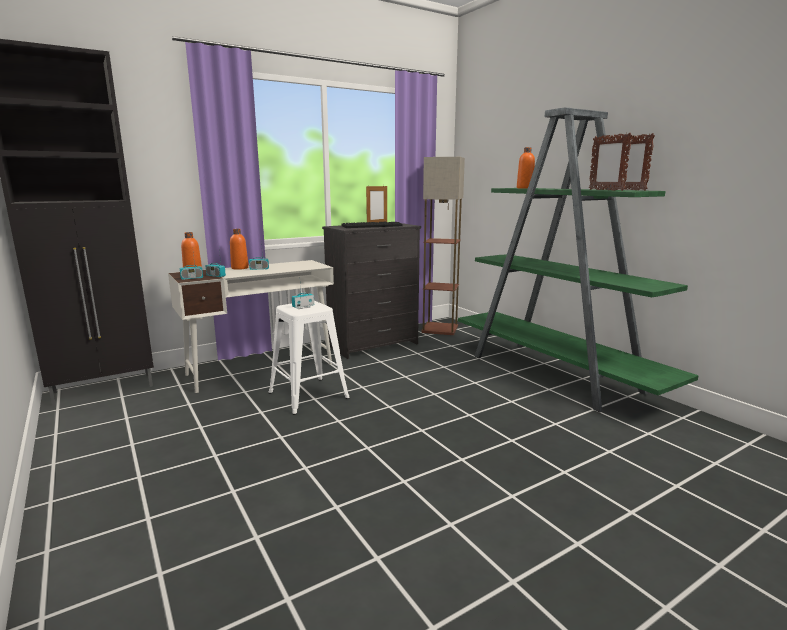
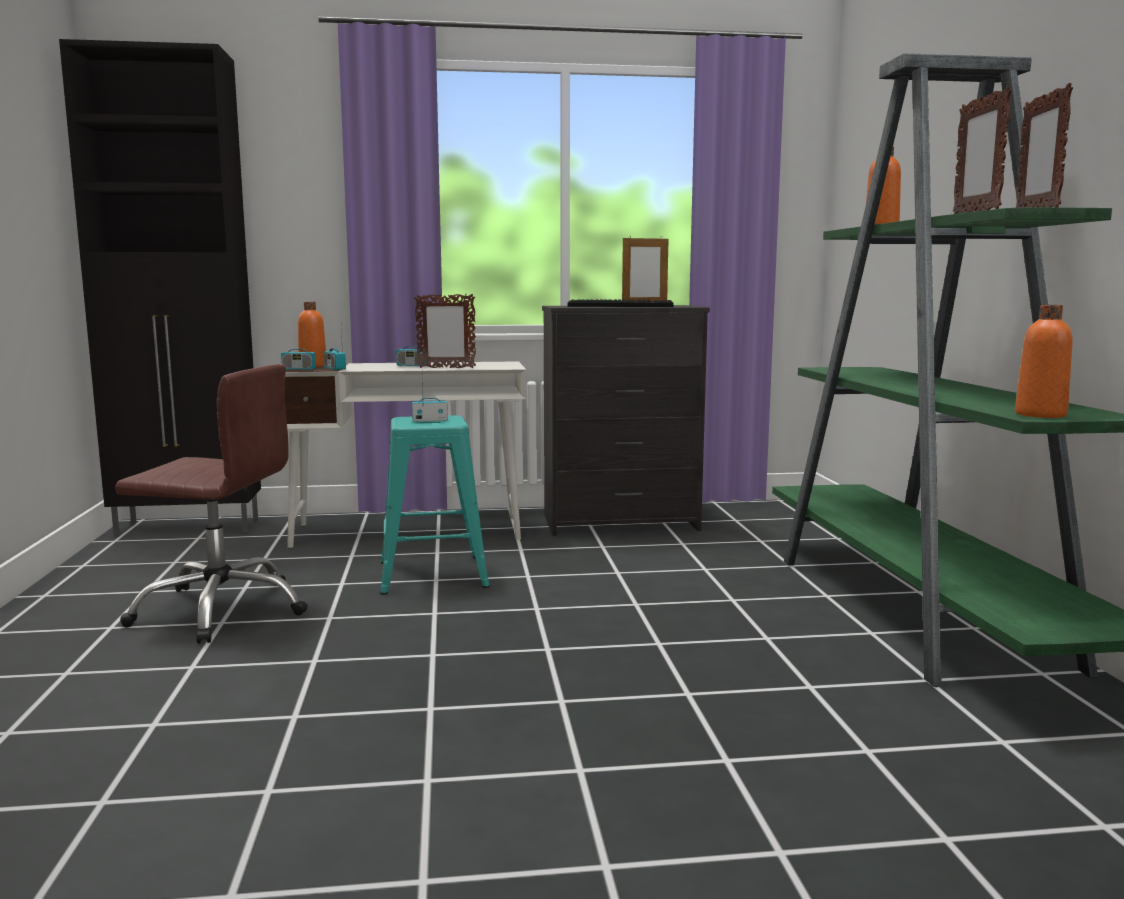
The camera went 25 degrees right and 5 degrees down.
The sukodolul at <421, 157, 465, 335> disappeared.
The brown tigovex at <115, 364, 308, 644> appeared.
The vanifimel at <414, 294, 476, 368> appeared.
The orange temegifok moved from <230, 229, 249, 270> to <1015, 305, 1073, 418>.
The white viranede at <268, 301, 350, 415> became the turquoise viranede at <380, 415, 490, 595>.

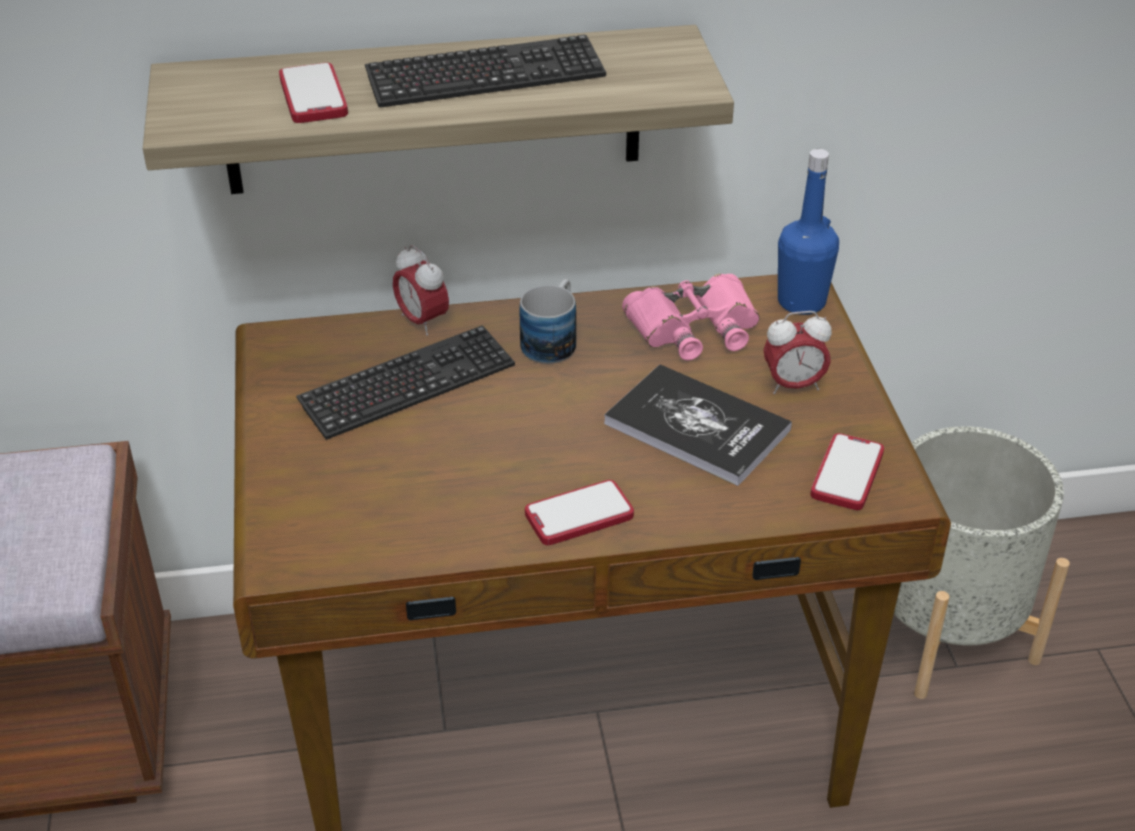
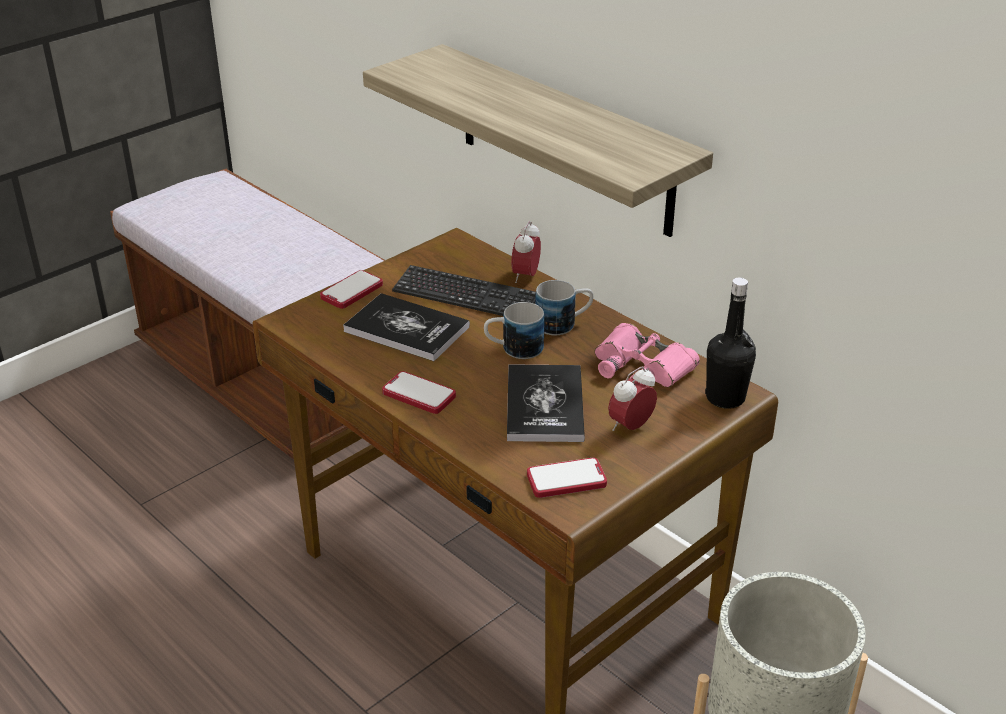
The camera went 55 degrees right and 5 degrees down.
The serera at <365, 35, 606, 107> disappeared.
The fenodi at <343, 293, 470, 361> appeared.
The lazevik at <484, 302, 544, 359> appeared.
The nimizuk moved from <279, 63, 348, 123> to <320, 270, 383, 309>.
The blue temegifok at <778, 149, 839, 315> became the black temegifok at <705, 277, 756, 409>.
The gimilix at <764, 311, 832, 394> turned 90 degrees clockwise.

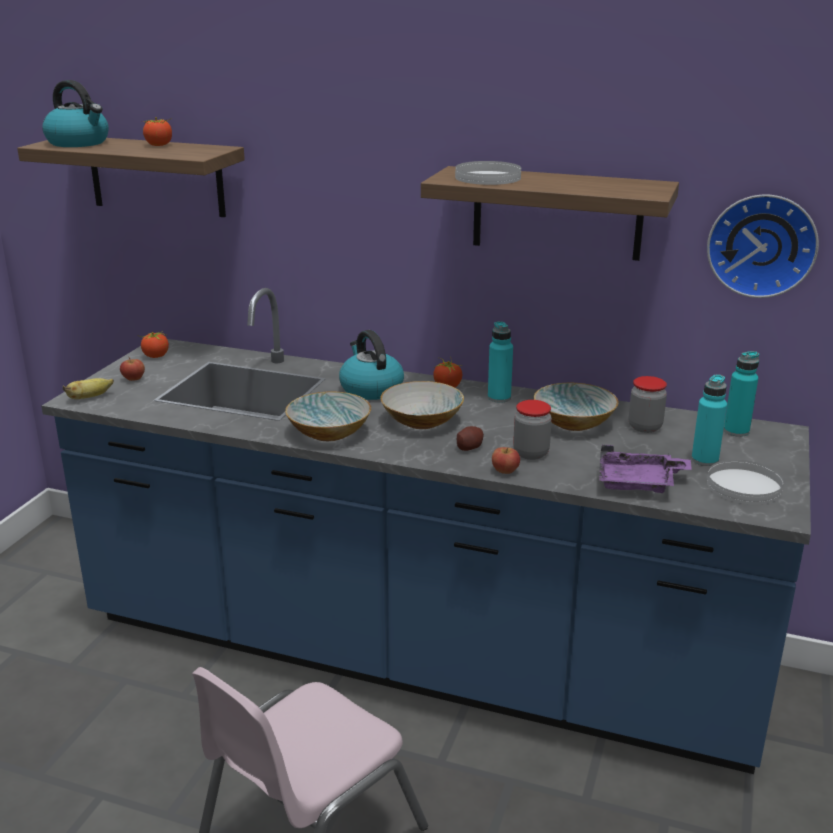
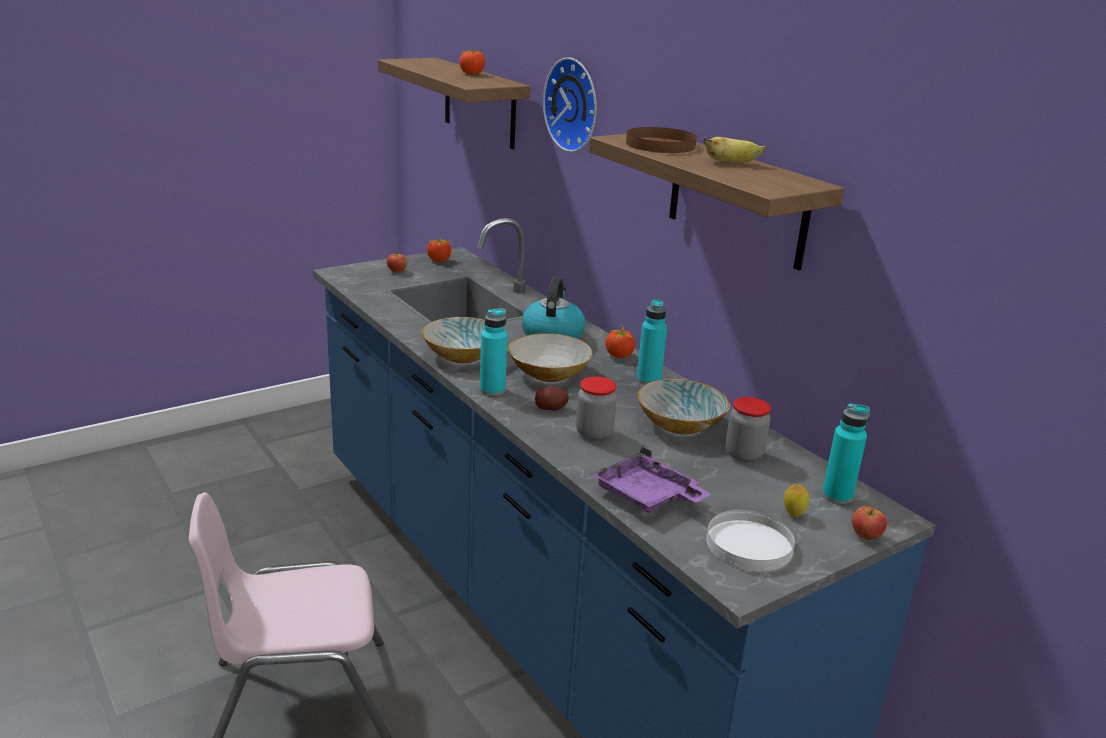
The camera went 35 degrees right and 0 degrees up.
The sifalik at <42, 80, 109, 147> disappeared.
The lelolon at <784, 484, 809, 517> appeared.
The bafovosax moved from <63, 378, 114, 399> to <703, 136, 766, 163>.
The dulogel moved from <492, 447, 520, 474> to <852, 506, 887, 540>.
The turquoise temegifok moved from <691, 375, 727, 466> to <480, 308, 507, 396>.
The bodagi moved from <707, 194, 819, 298> to <543, 57, 597, 152>.
The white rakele at <455, 161, 521, 185> became the brown rakele at <626, 127, 697, 153>.

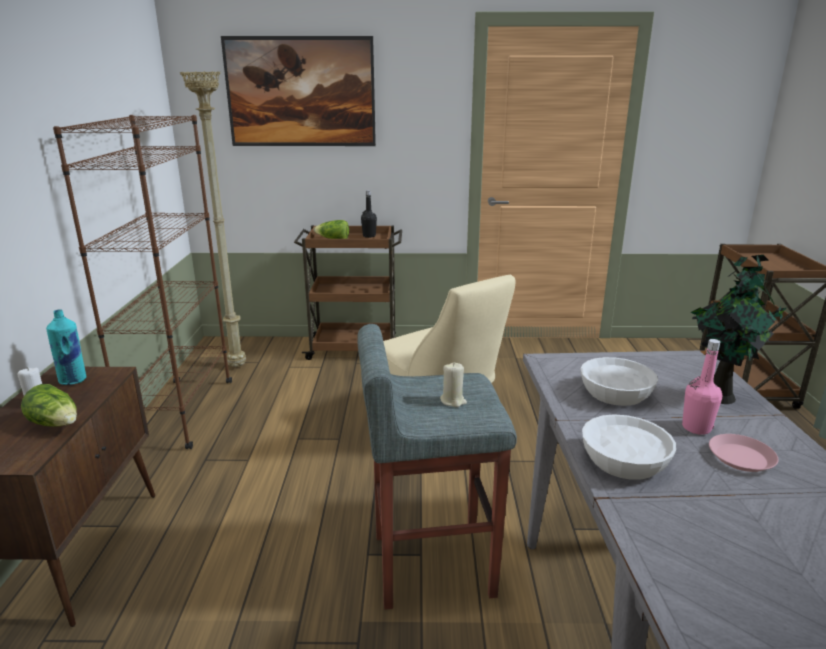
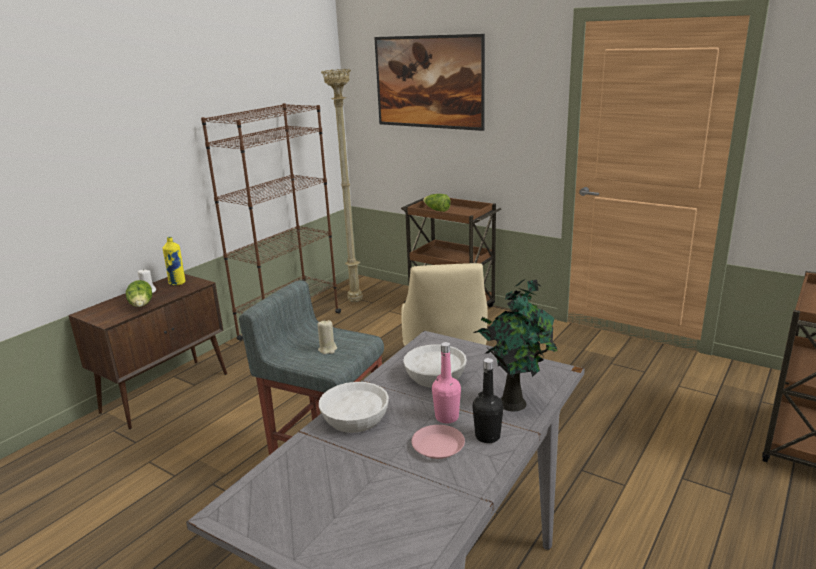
The camera went 35 degrees right and 0 degrees up.
The black temegifok moved from <361, 190, 377, 238> to <473, 358, 504, 443>.
The turquoise temegifok at <46, 310, 86, 385> became the yellow temegifok at <162, 237, 186, 285>.

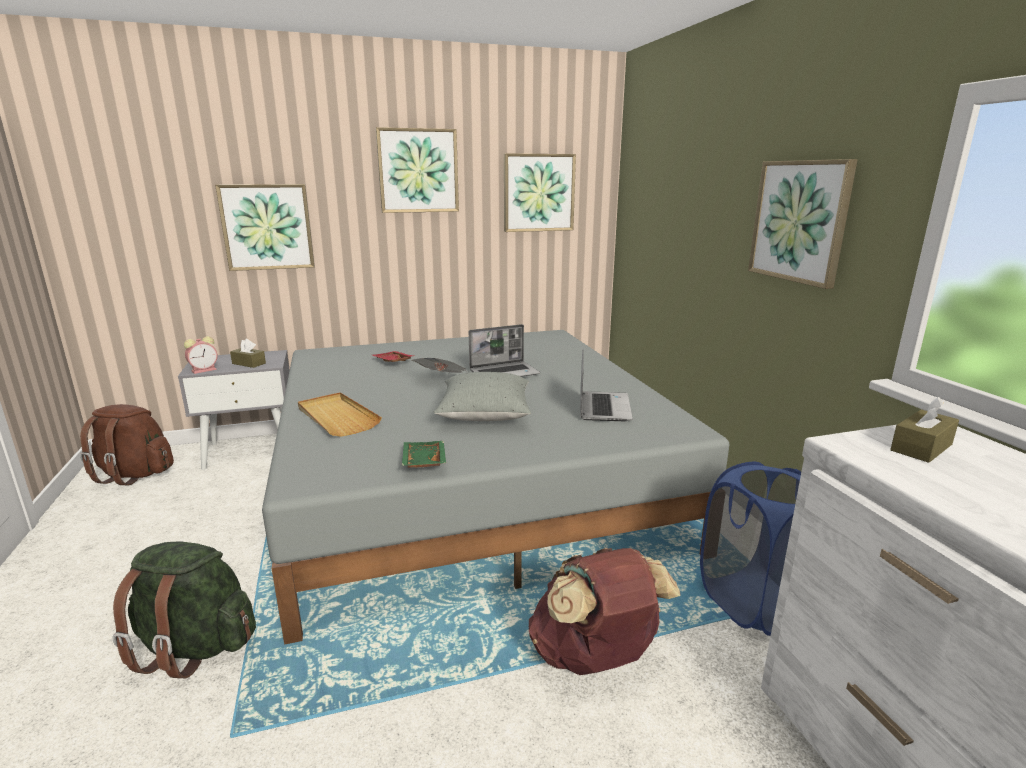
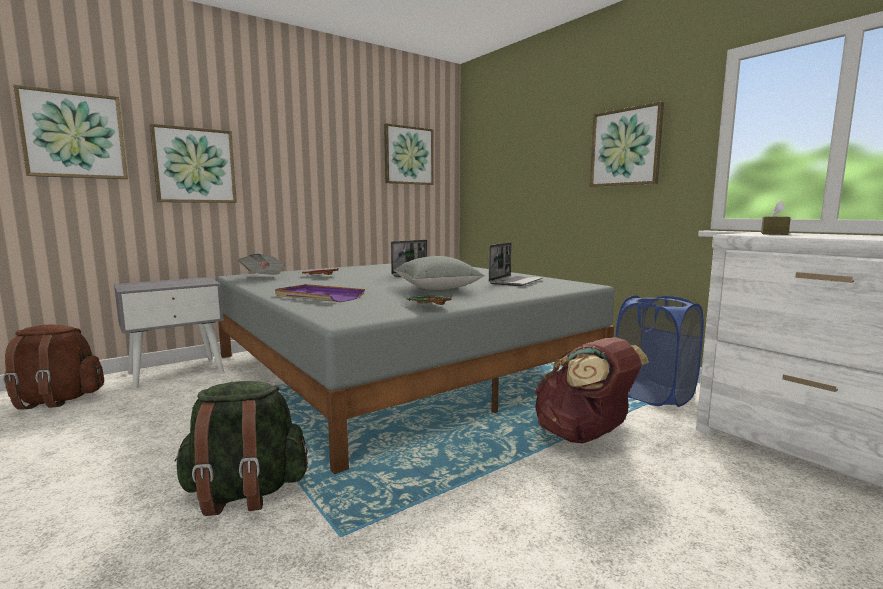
The camera went 20 degrees left and 10 degrees down.
The gimilix at <184, 336, 218, 374> disappeared.
The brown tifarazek at <230, 339, 266, 368> disappeared.
The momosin moved from <376, 127, 459, 213> to <13, 84, 128, 179>.
The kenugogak moved from <411, 358, 466, 373> to <238, 254, 285, 275>.
The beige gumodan at <298, 392, 382, 437> became the purple gumodan at <275, 284, 365, 302>.
The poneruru at <580, 350, 633, 421> turned 45 degrees clockwise.

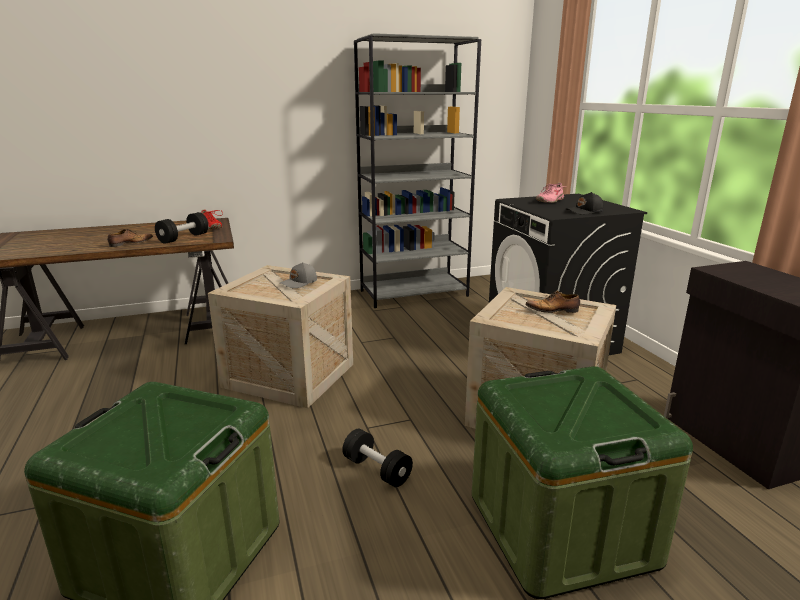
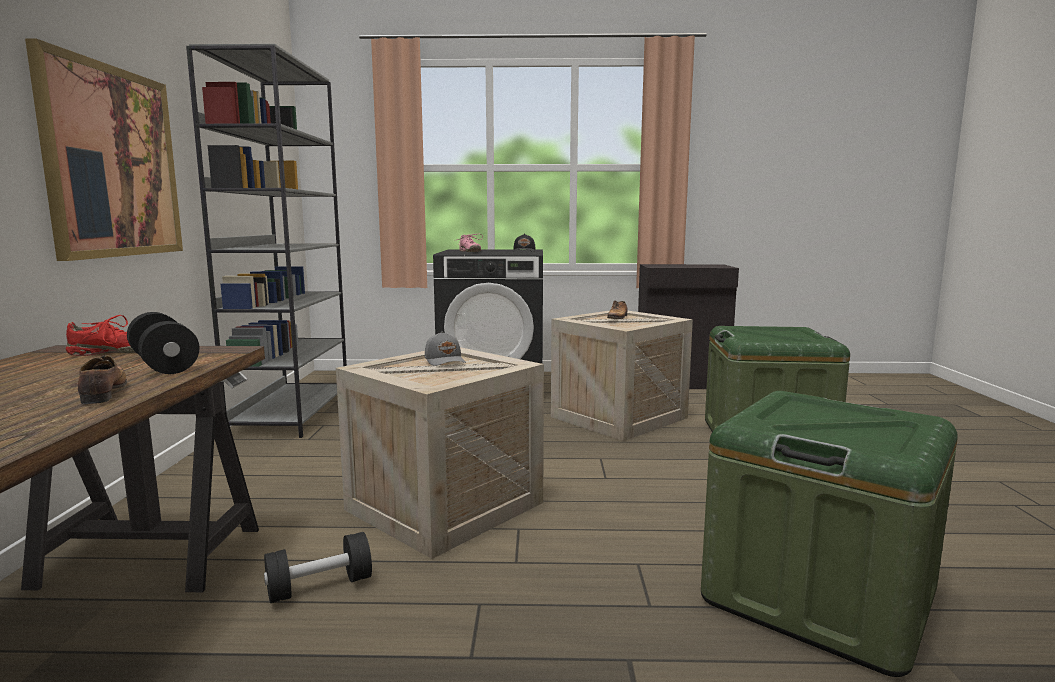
The camera went 70 degrees left and 10 degrees down.
The momosin at <25, 38, 183, 261> appeared.
The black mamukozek moved from <342, 429, 413, 487> to <264, 532, 372, 603>.

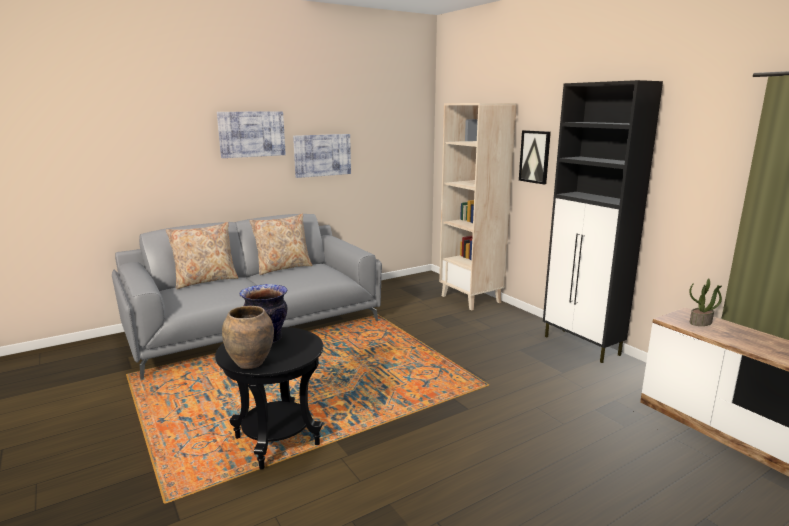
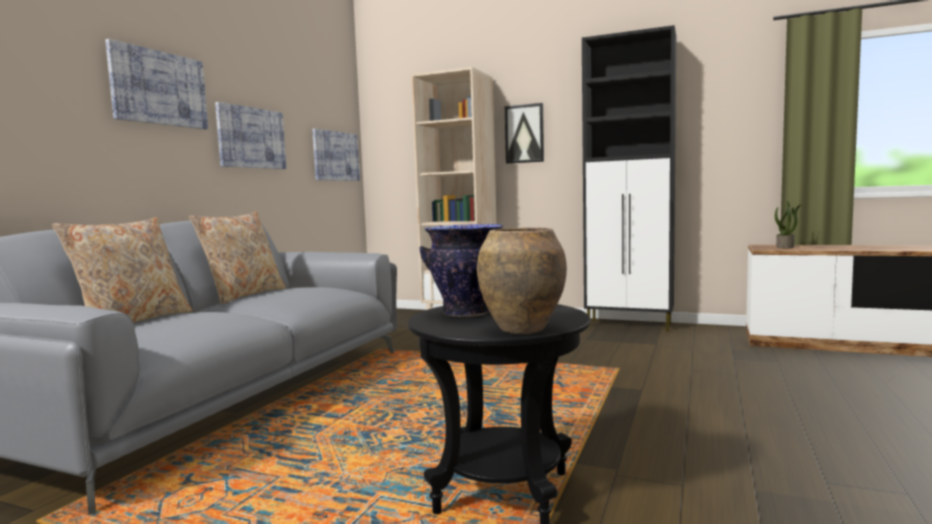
The camera went 35 degrees left and 10 degrees down.
The momosin at <312, 129, 360, 181> appeared.

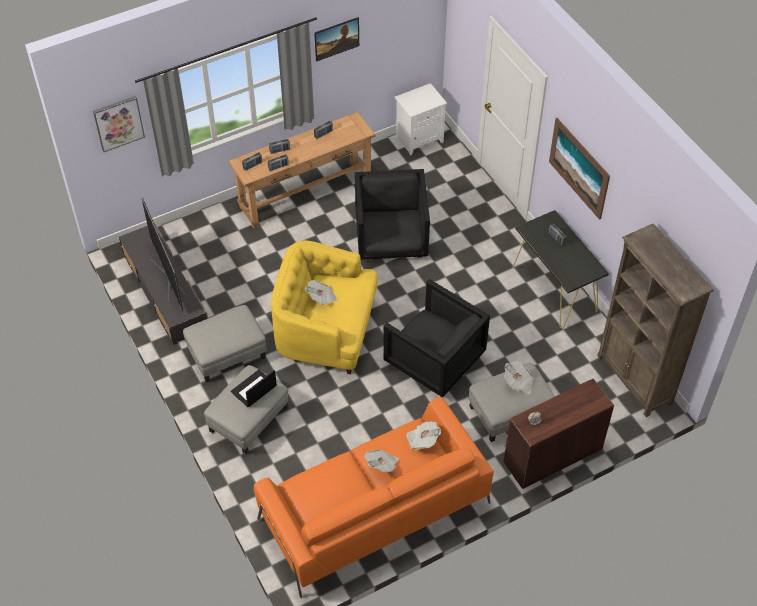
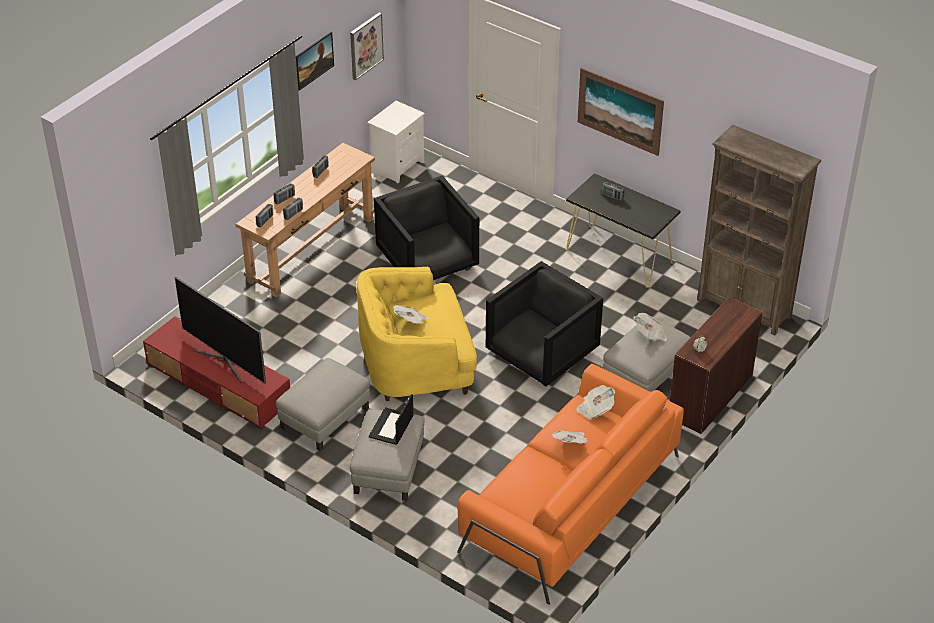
The camera went 25 degrees left and 10 degrees down.
The momosin moved from <93, 96, 145, 152> to <350, 12, 384, 80>.
The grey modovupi at <119, 223, 208, 345> became the red modovupi at <143, 317, 290, 429>.
The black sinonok at <383, 279, 490, 397> turned 60 degrees counterclockwise.

